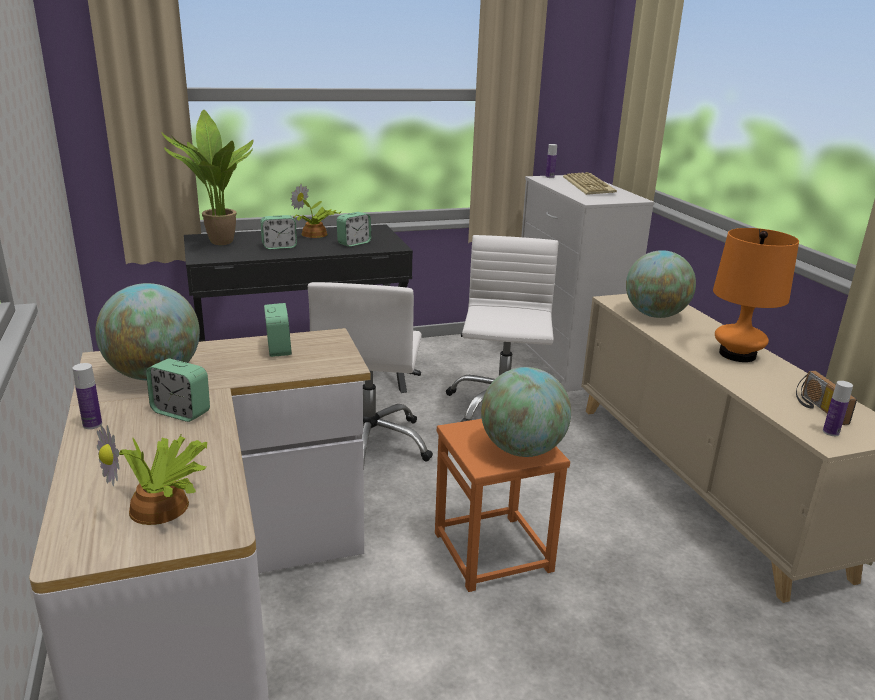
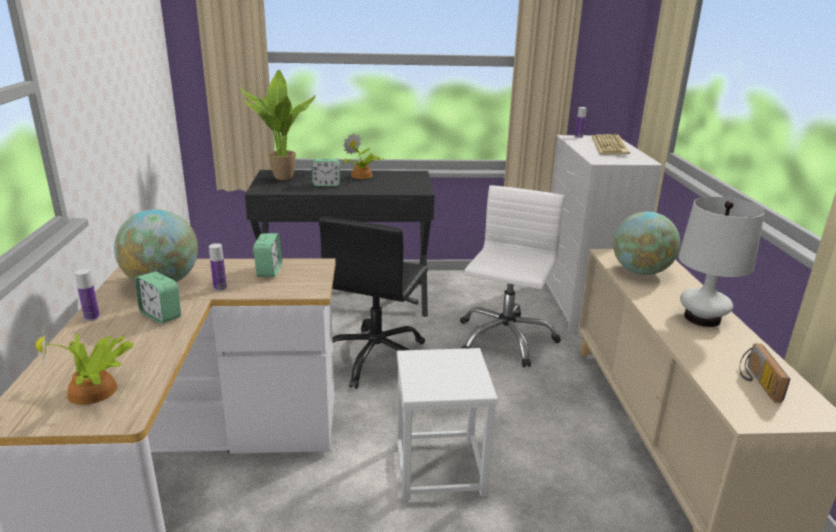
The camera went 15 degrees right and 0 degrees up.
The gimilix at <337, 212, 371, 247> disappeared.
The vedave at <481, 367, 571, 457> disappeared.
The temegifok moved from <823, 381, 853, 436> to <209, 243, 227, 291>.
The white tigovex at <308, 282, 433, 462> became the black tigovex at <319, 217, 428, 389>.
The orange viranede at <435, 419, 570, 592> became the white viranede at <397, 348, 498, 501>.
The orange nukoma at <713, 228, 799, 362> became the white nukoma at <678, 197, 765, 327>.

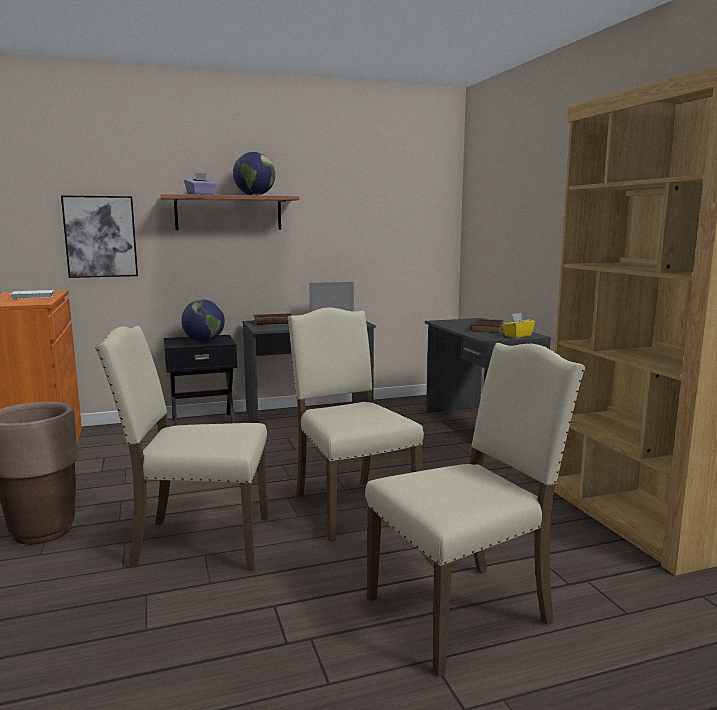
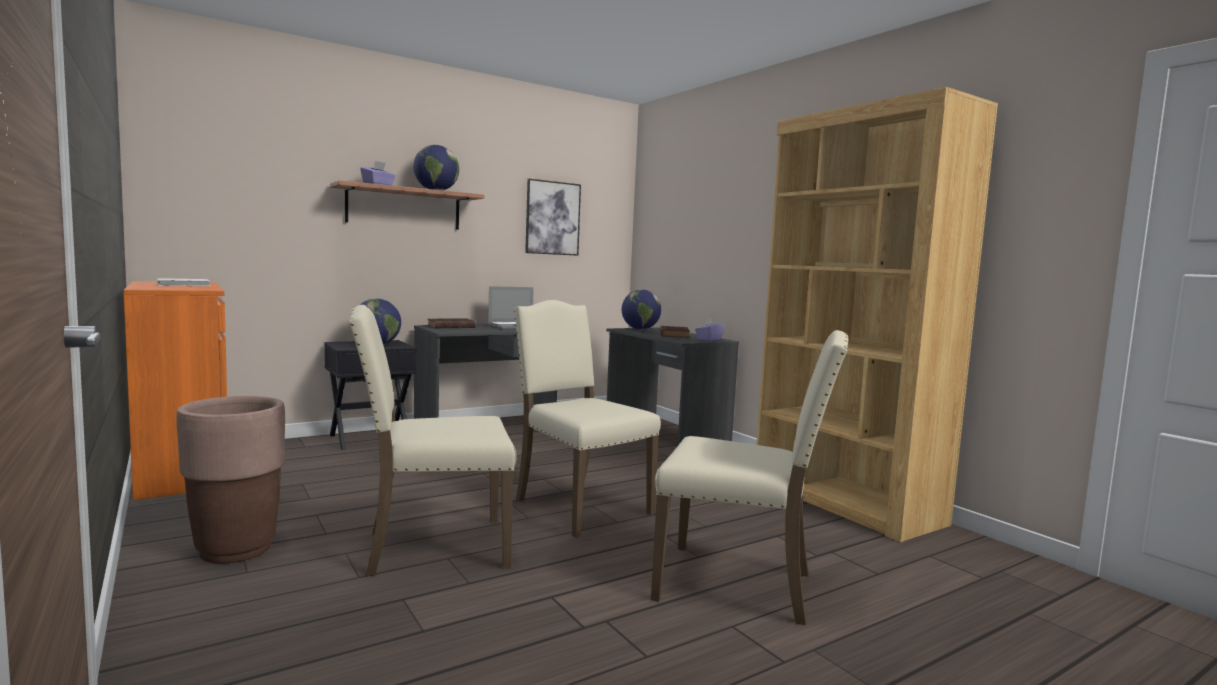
The camera went 15 degrees left and 5 degrees down.
The vedave at <622, 289, 661, 330> appeared.
The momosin moved from <61, 195, 138, 278> to <525, 179, 581, 256>.
The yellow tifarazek at <502, 313, 535, 338> became the purple tifarazek at <695, 318, 724, 341>.
The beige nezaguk at <365, 343, 585, 677> turned 60 degrees clockwise.

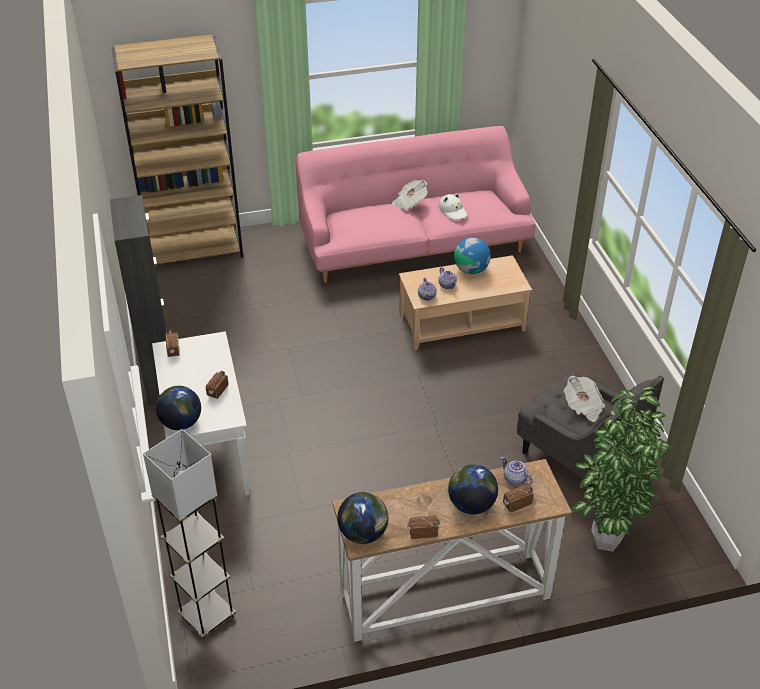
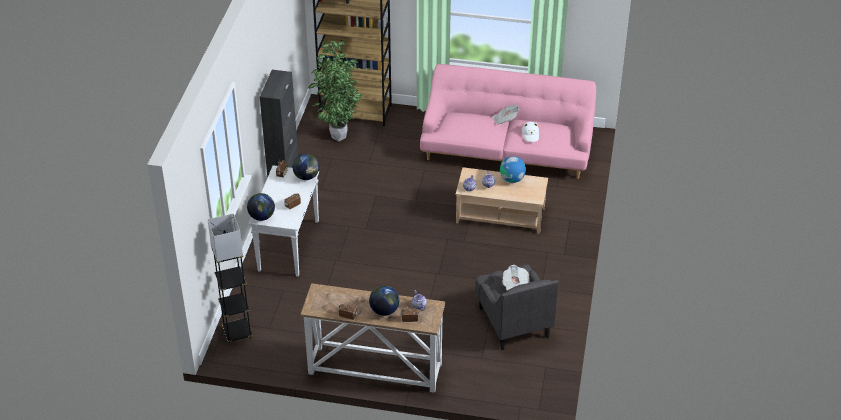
The camera went 25 degrees right and 0 degrees up.
The vedave moved from <337, 492, 388, 544> to <293, 154, 319, 180>.
The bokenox moved from <572, 386, 671, 552> to <308, 40, 363, 142>.

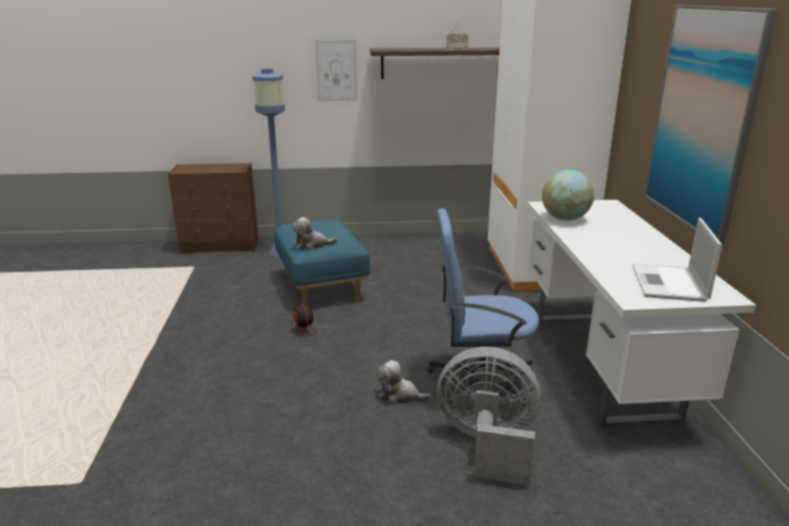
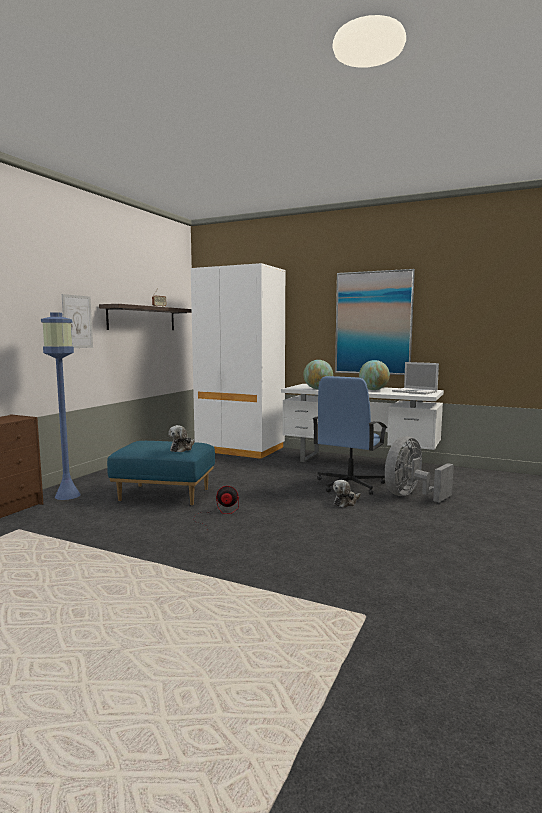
The camera went 60 degrees left and 15 degrees down.
The vedave at <359, 360, 390, 390> appeared.

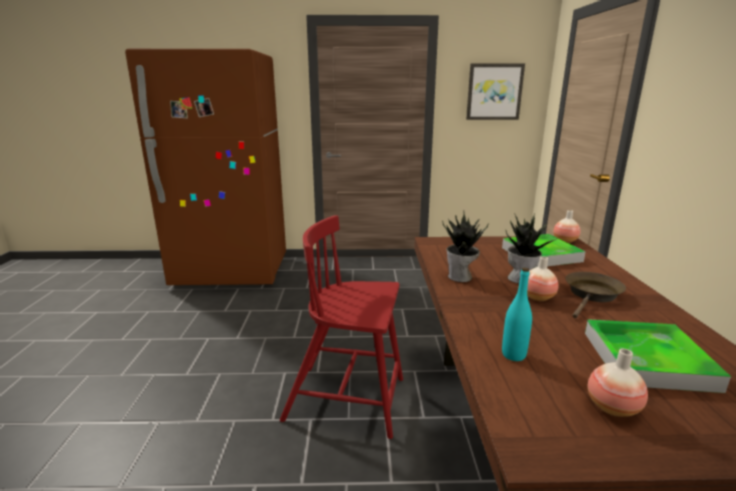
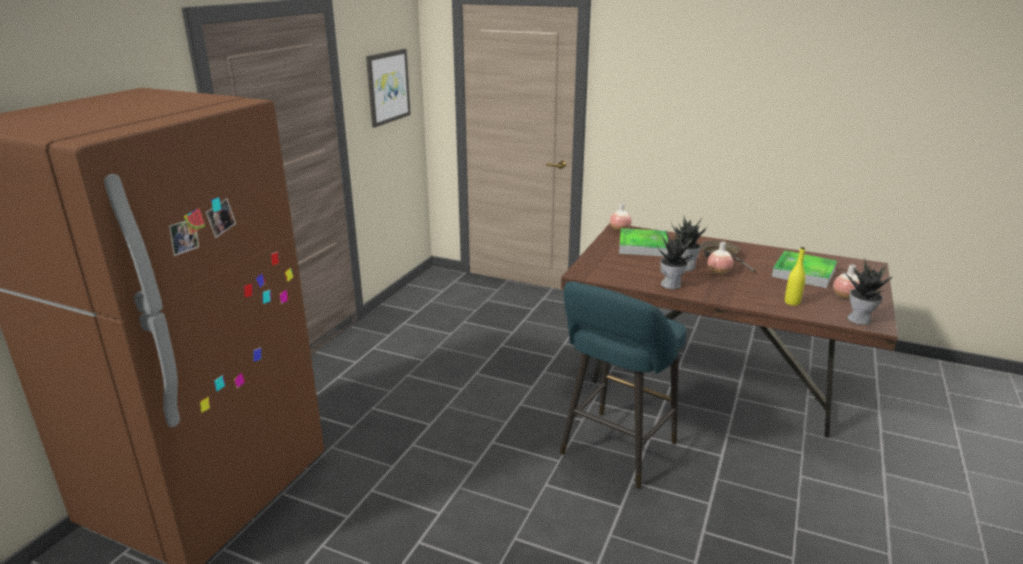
The camera went 65 degrees left and 5 degrees up.
The bokenox at <845, 258, 892, 325> appeared.
The red nezaguk at <280, 215, 403, 439> was replaced by the turquoise viranede at <560, 281, 686, 489>.
The turquoise temegifok at <502, 268, 532, 361> became the yellow temegifok at <785, 247, 805, 306>.

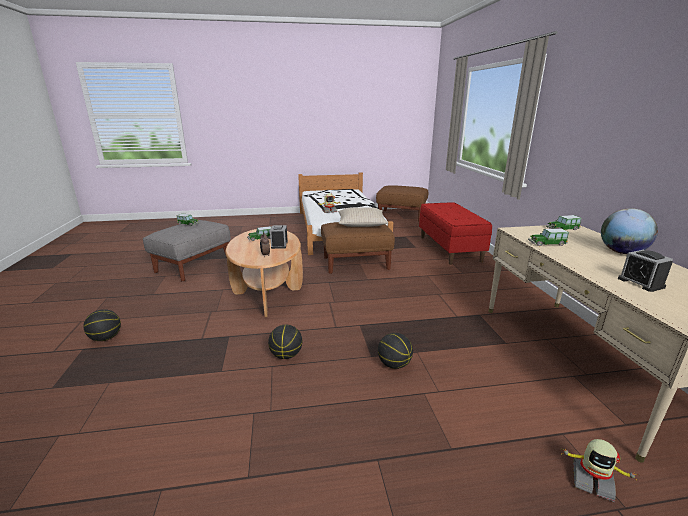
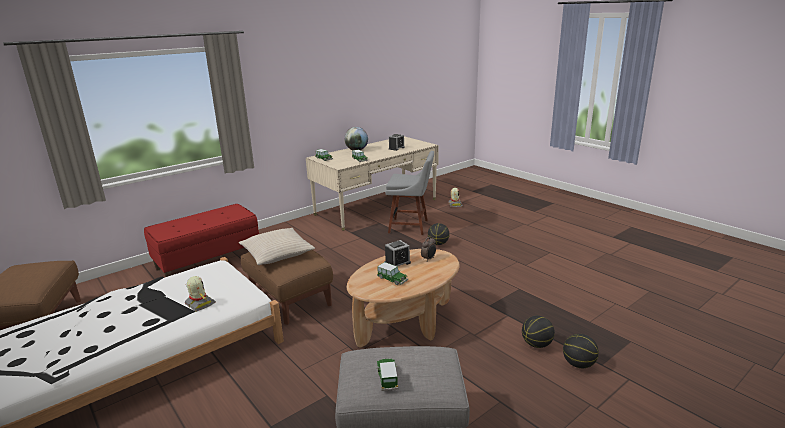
The camera went 120 degrees left and 0 degrees up.
The grey nezaguk at <385, 151, 434, 235> appeared.
The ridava moved from <268, 325, 302, 359> to <522, 316, 555, 348>.

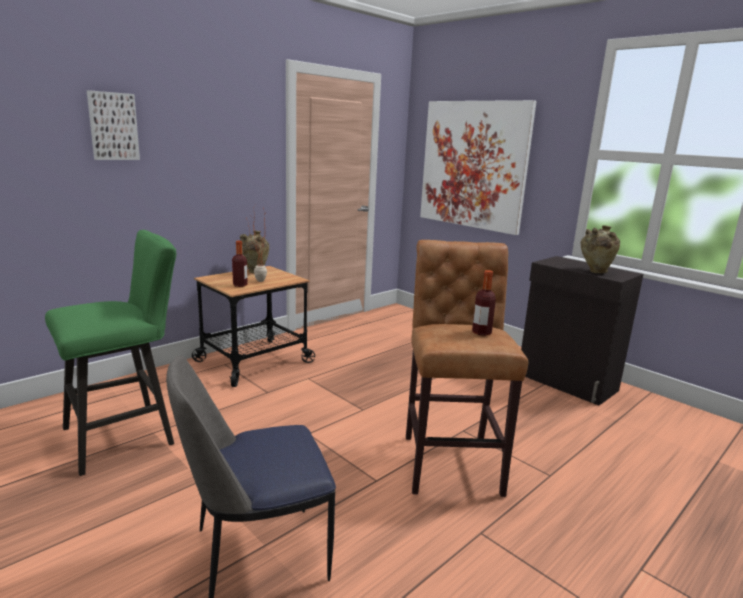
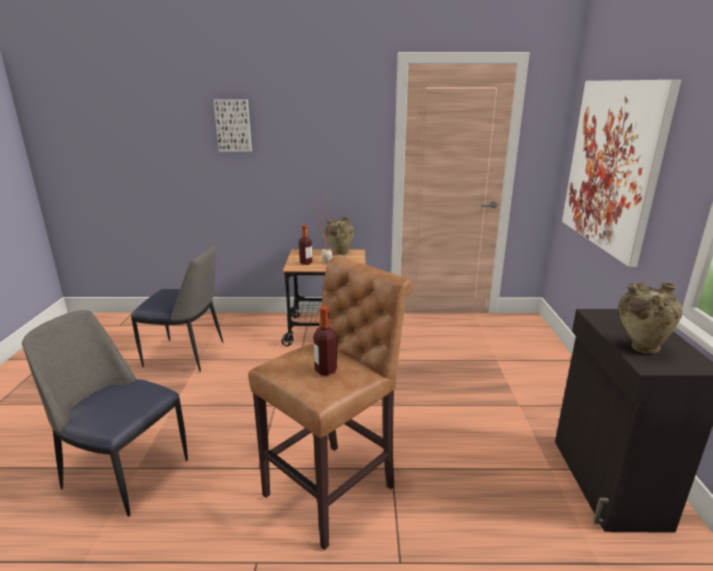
The camera went 45 degrees right and 5 degrees up.
The green viranede at <45, 230, 176, 476> was replaced by the nezaguk at <131, 245, 224, 372>.

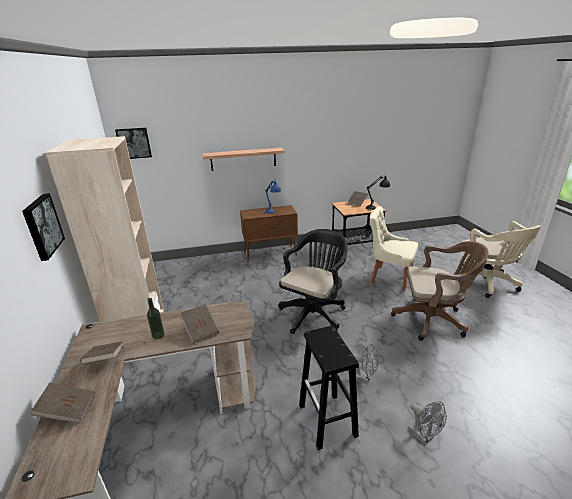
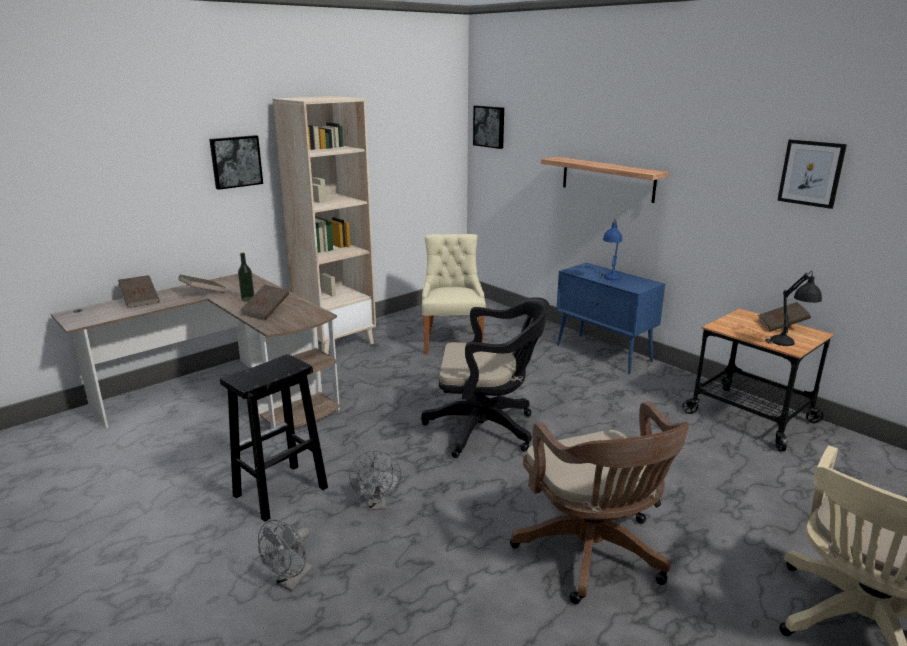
The camera went 60 degrees right and 5 degrees down.
The momosin at <777, 139, 847, 209> appeared.
The beige nezaguk moved from <370, 206, 418, 291> to <422, 234, 486, 354>.
The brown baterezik at <240, 205, 298, 262> became the blue baterezik at <556, 263, 665, 374>.

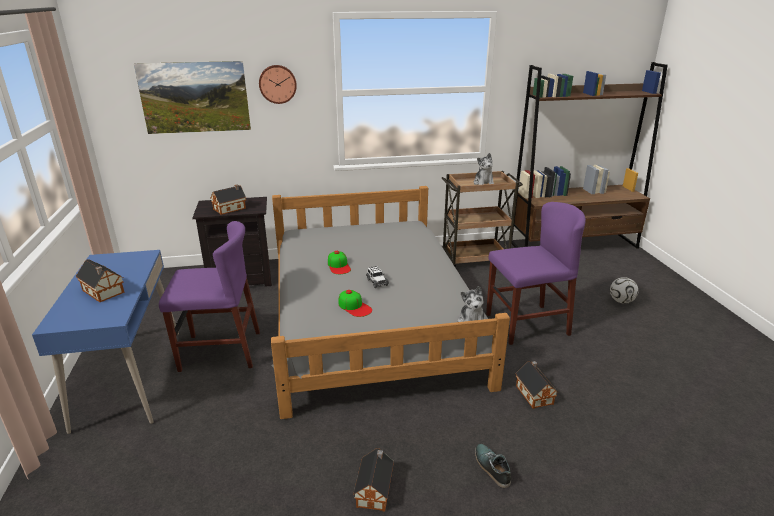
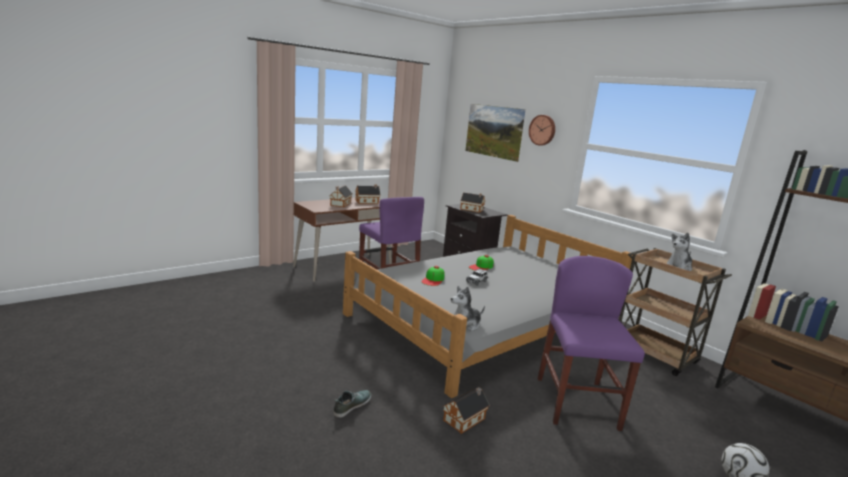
The camera went 60 degrees right and 10 degrees down.
The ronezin moved from <353, 448, 394, 512> to <355, 184, 380, 204>.
The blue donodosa at <32, 250, 179, 434> became the brown donodosa at <293, 198, 392, 282>.
The purple nezaguk at <486, 202, 586, 345> turned 135 degrees counterclockwise.

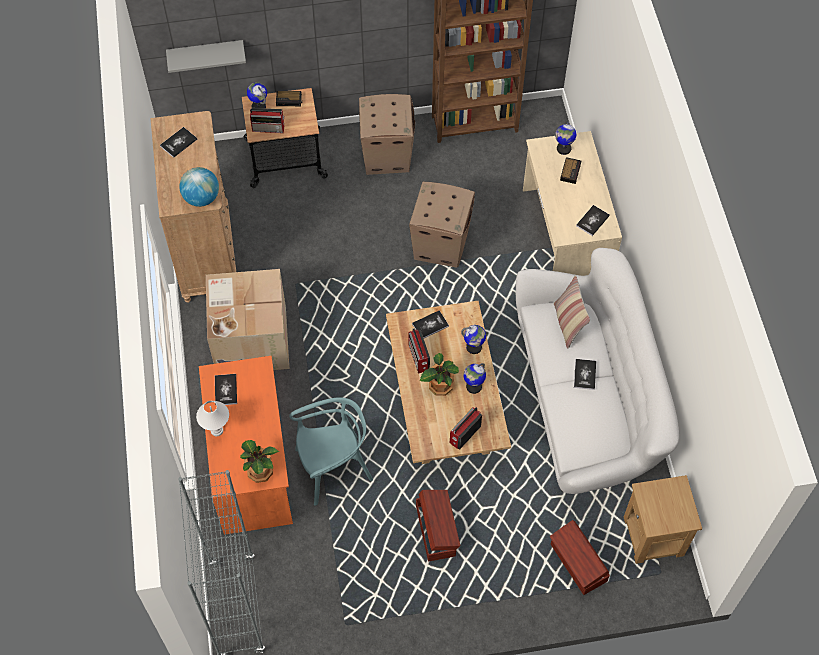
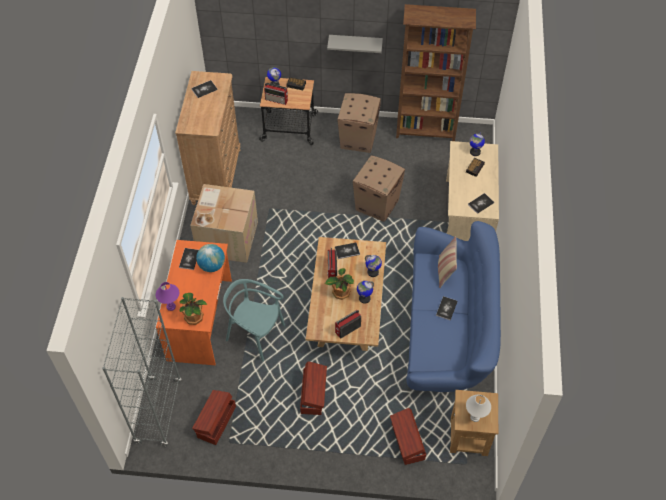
The camera went 15 degrees right and 5 degrees down.
The purple nukoma at <156, 282, 179, 311> appeared.
The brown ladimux at <192, 390, 236, 445> appeared.
The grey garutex moved from <166, 40, 246, 73> to <327, 35, 383, 53>.
The vedave moved from <179, 167, 219, 207> to <196, 244, 225, 272>.
The white nukoma moved from <196, 401, 229, 436> to <466, 395, 491, 422>.
The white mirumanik at <516, 248, 679, 494> became the blue mirumanik at <406, 221, 501, 392>.
The turquoise nezaguk at <289, 397, 373, 506> turned 150 degrees counterclockwise.

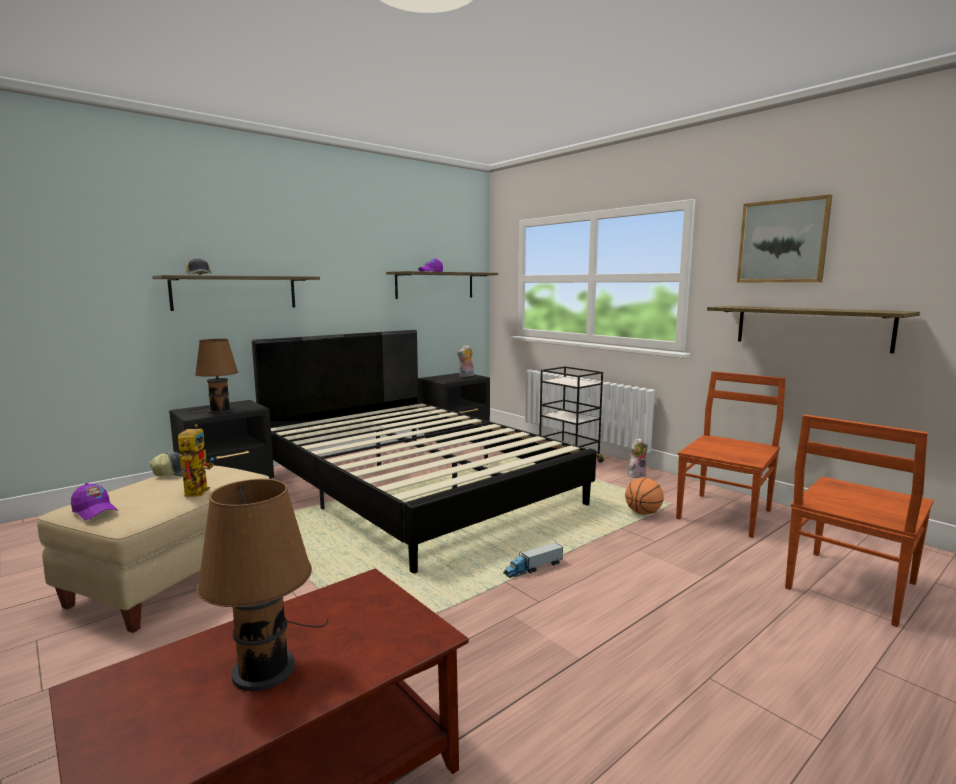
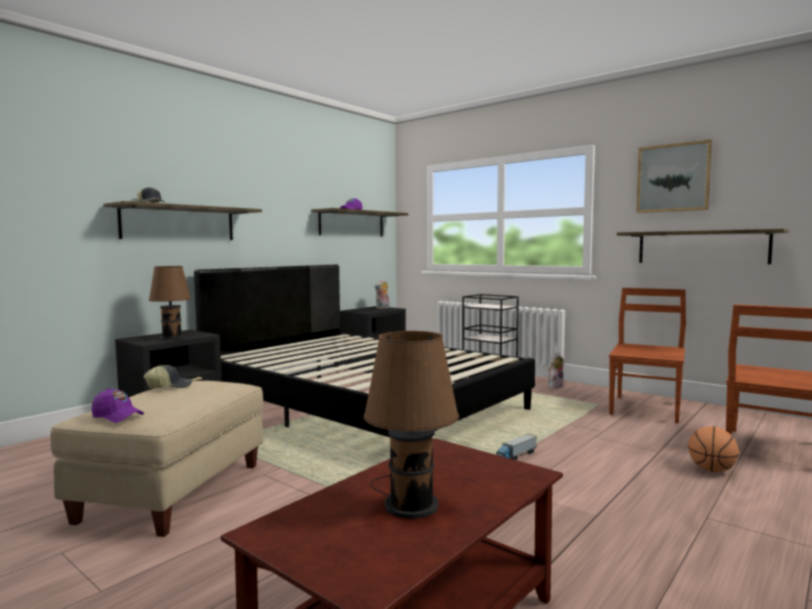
The camera went 10 degrees left and 5 degrees down.
The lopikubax at <178, 424, 214, 497> disappeared.
The ridava moved from <625, 477, 664, 515> to <688, 426, 739, 472>.

